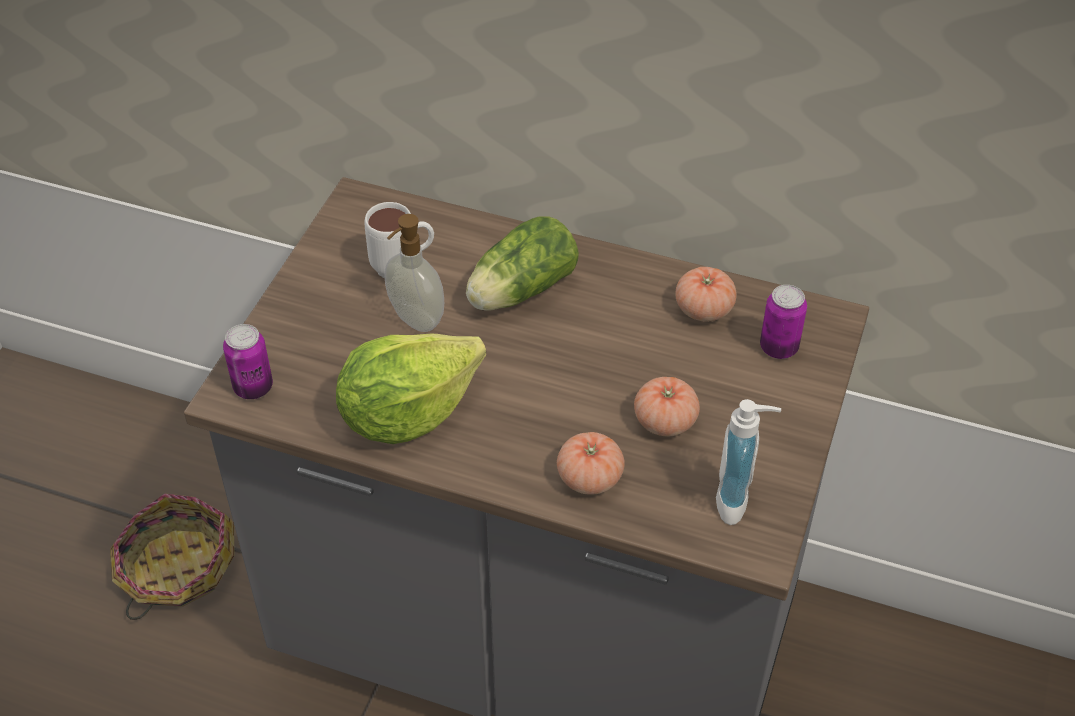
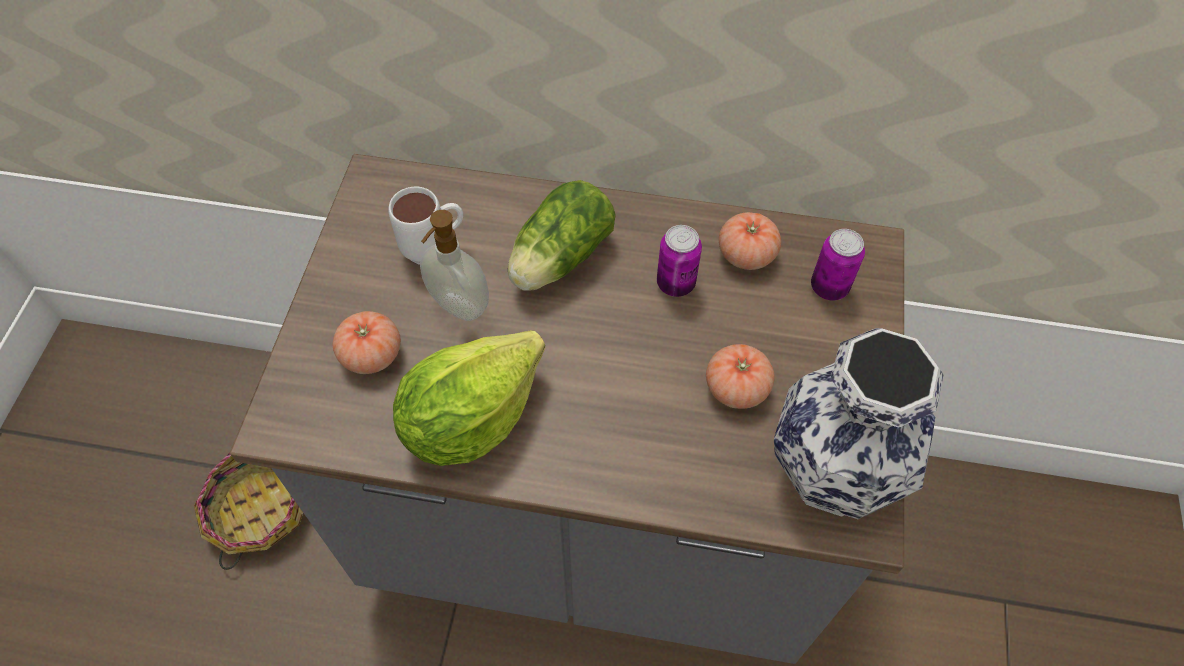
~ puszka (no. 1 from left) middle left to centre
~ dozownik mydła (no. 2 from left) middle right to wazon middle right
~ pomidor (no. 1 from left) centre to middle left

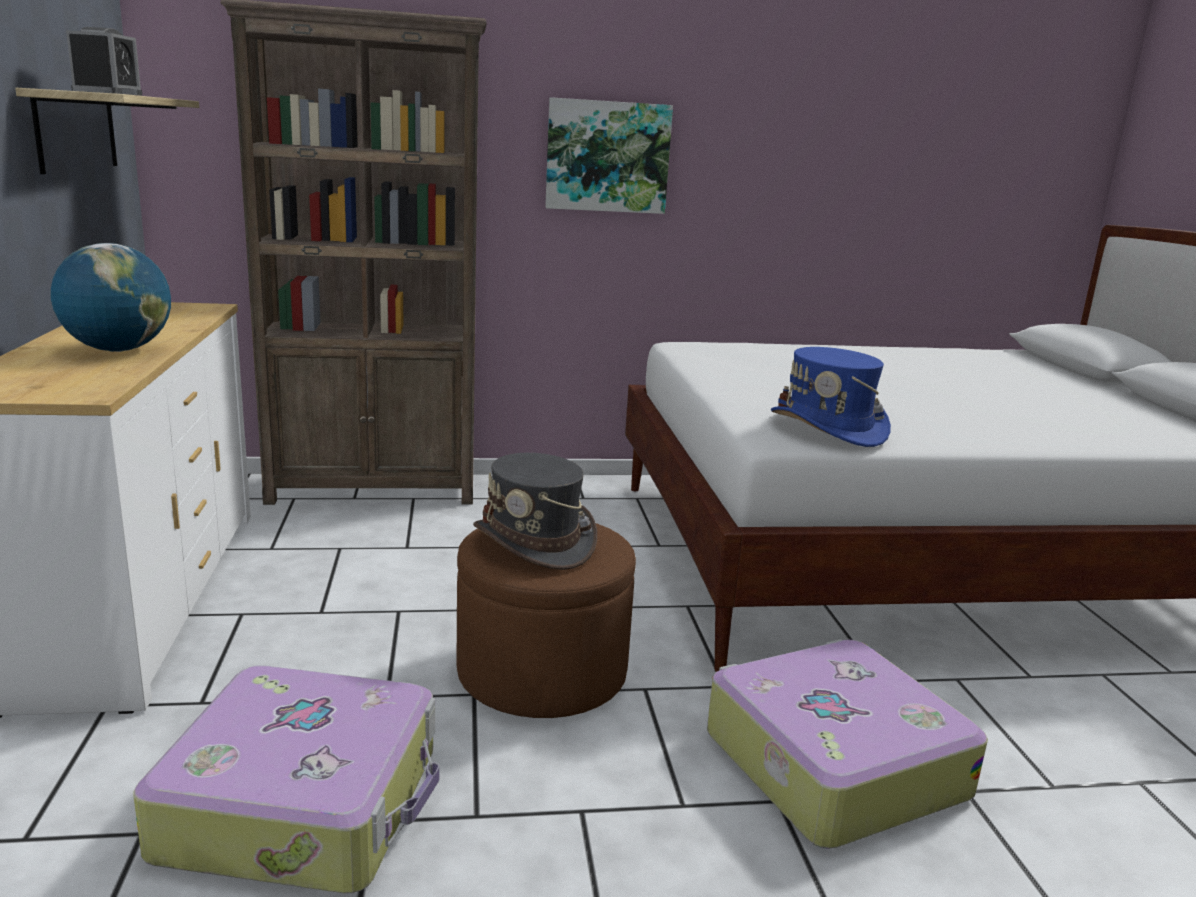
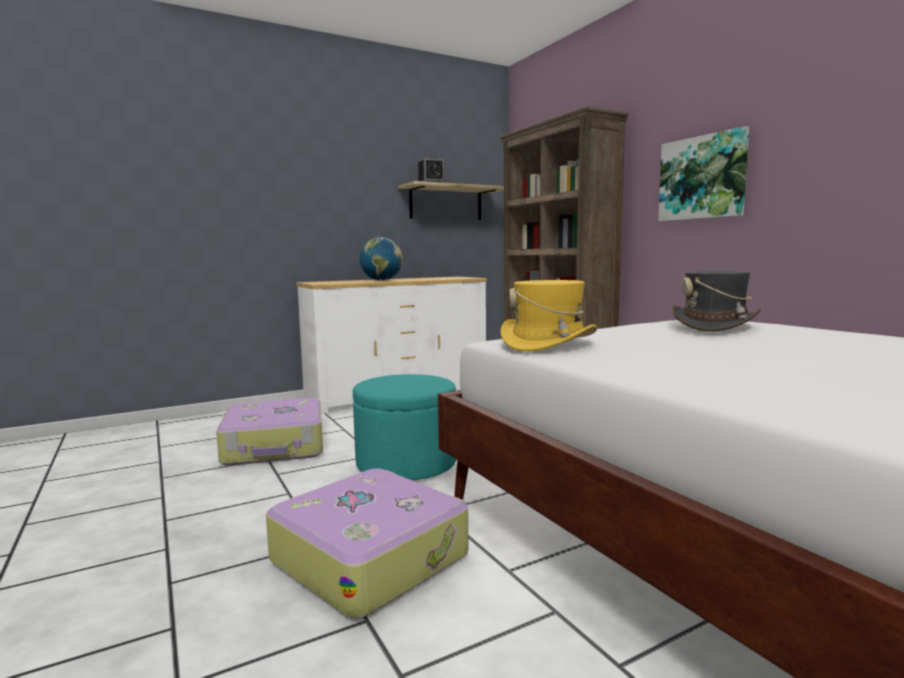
~ kapelusz (niebieski) middle right to kapelusz (żółty) centre
~ kapelusz (szary) centre to middle right
~ pufa (brązowy) bottom centre to pufa (turkusowy) centre

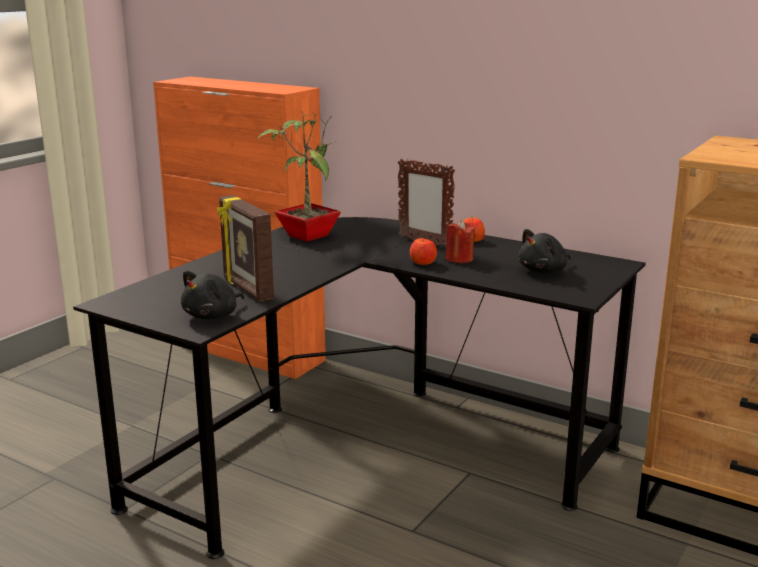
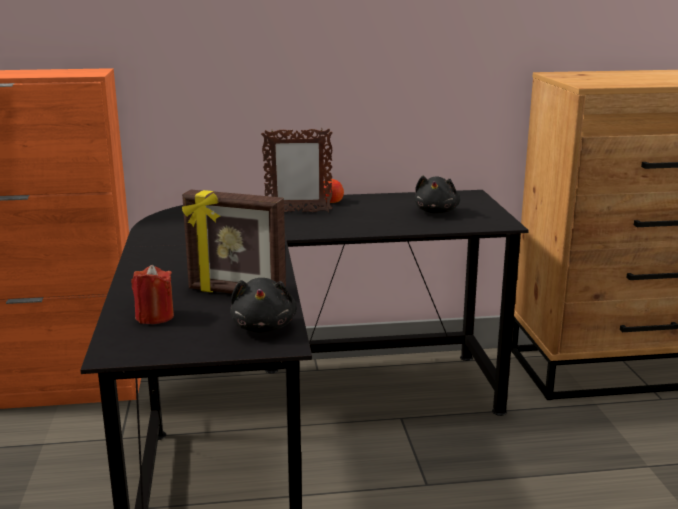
- roślina doniczkowa top centre
~ świeca (czerwony) centre to middle left
- jabłko (no. 1 from left) centre

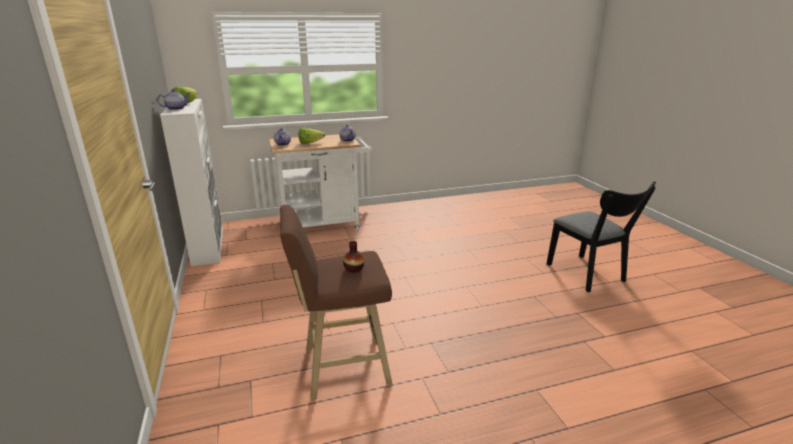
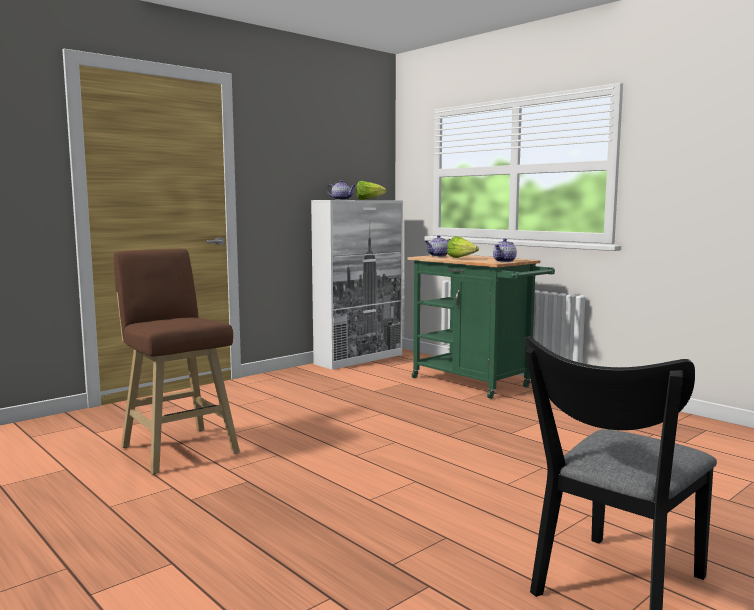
~ wózek (biały) centre to wózek (zielony) centre
- wazon centre

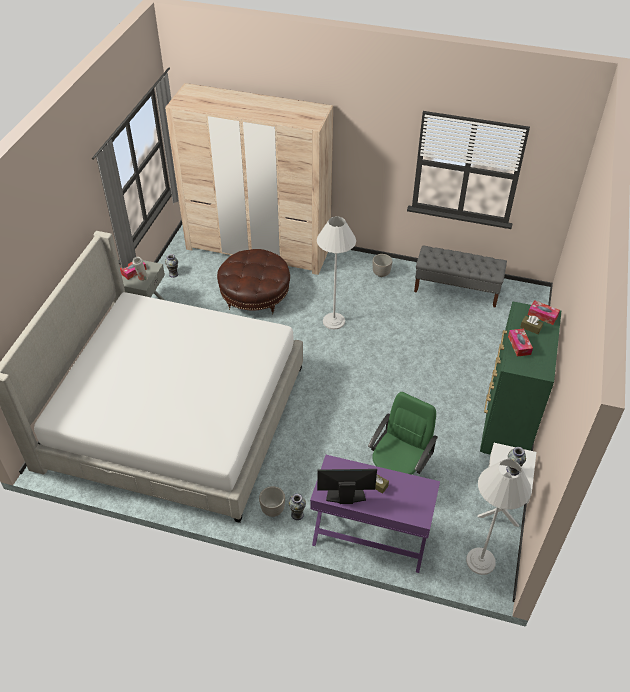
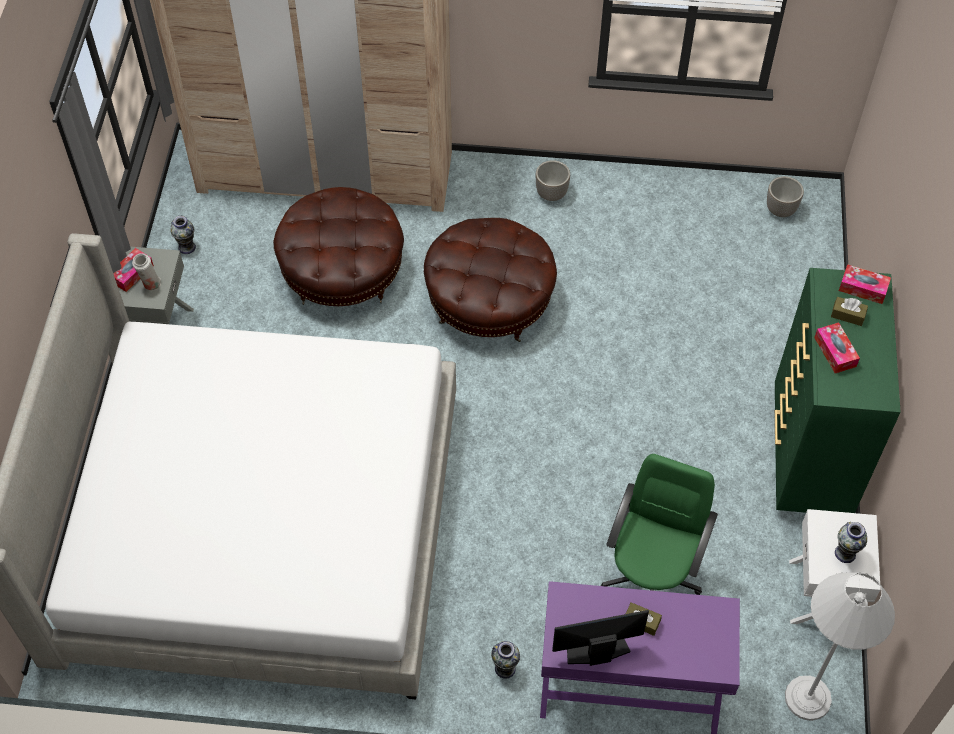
~ lampa stojąca (biały) (no. 1 from left) centre to pufa (brązowy) (no. 2 from left) centre
- ławka (szary) middle right
~ donica (no. 1 from left in the first image) bottom centre to donica (no. 2 from left) top right

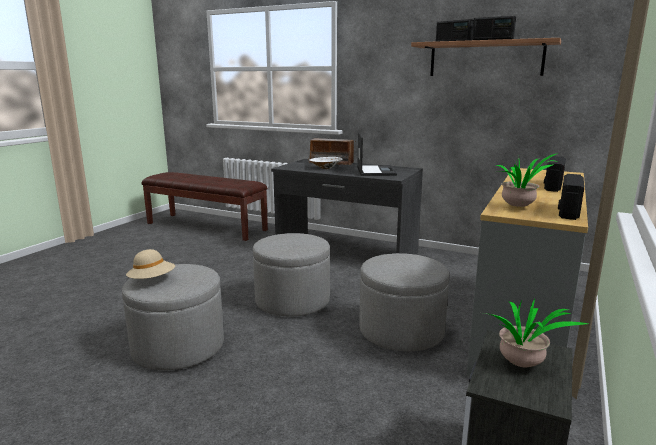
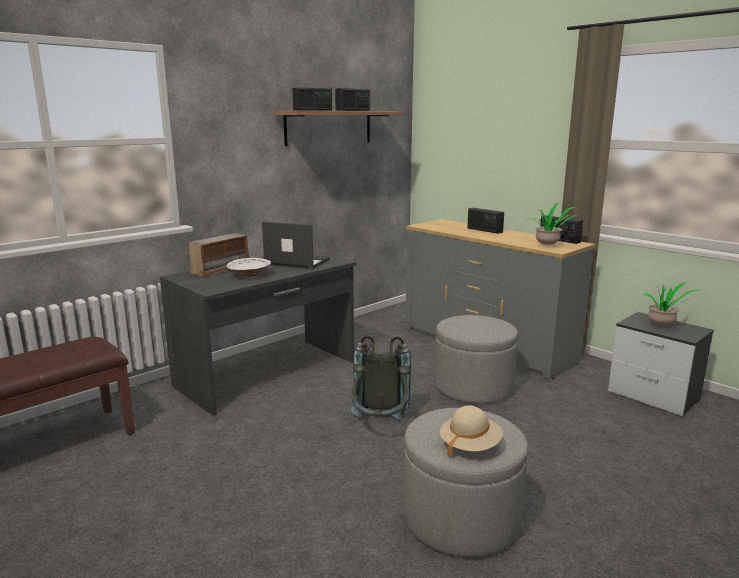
~ pufa (szary) (no. 2 from left) centre to plecak (szary) centre

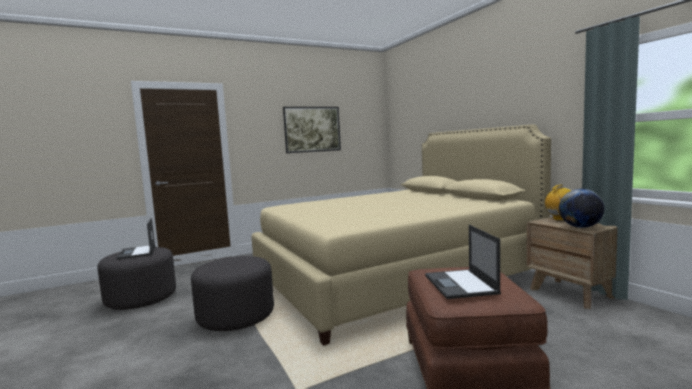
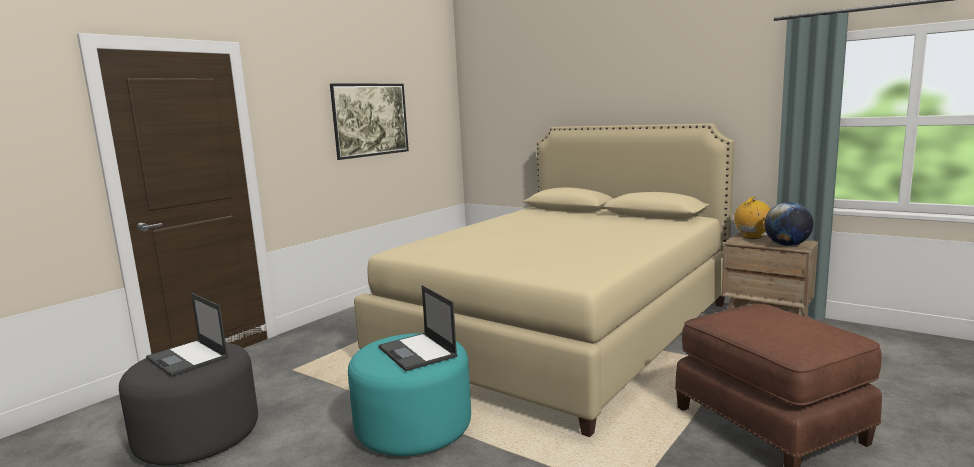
~ laptop (no. 2 from left) bottom right to bottom centre
~ pufa (szary) (no. 2 from left) bottom centre to pufa (turkusowy) bottom centre

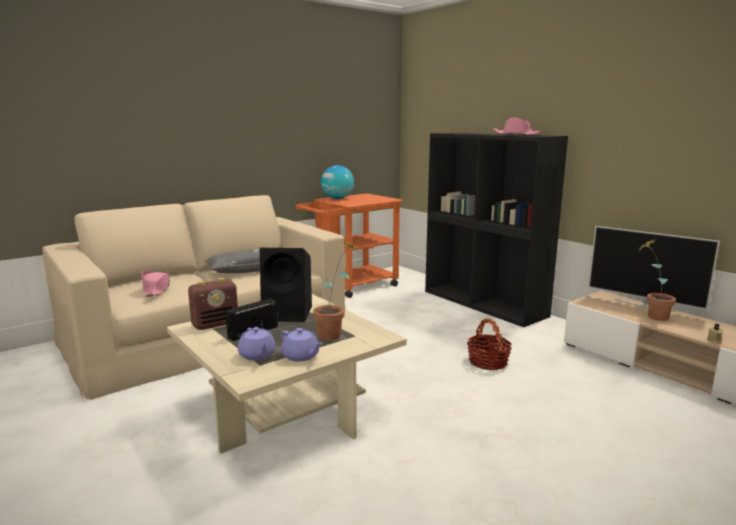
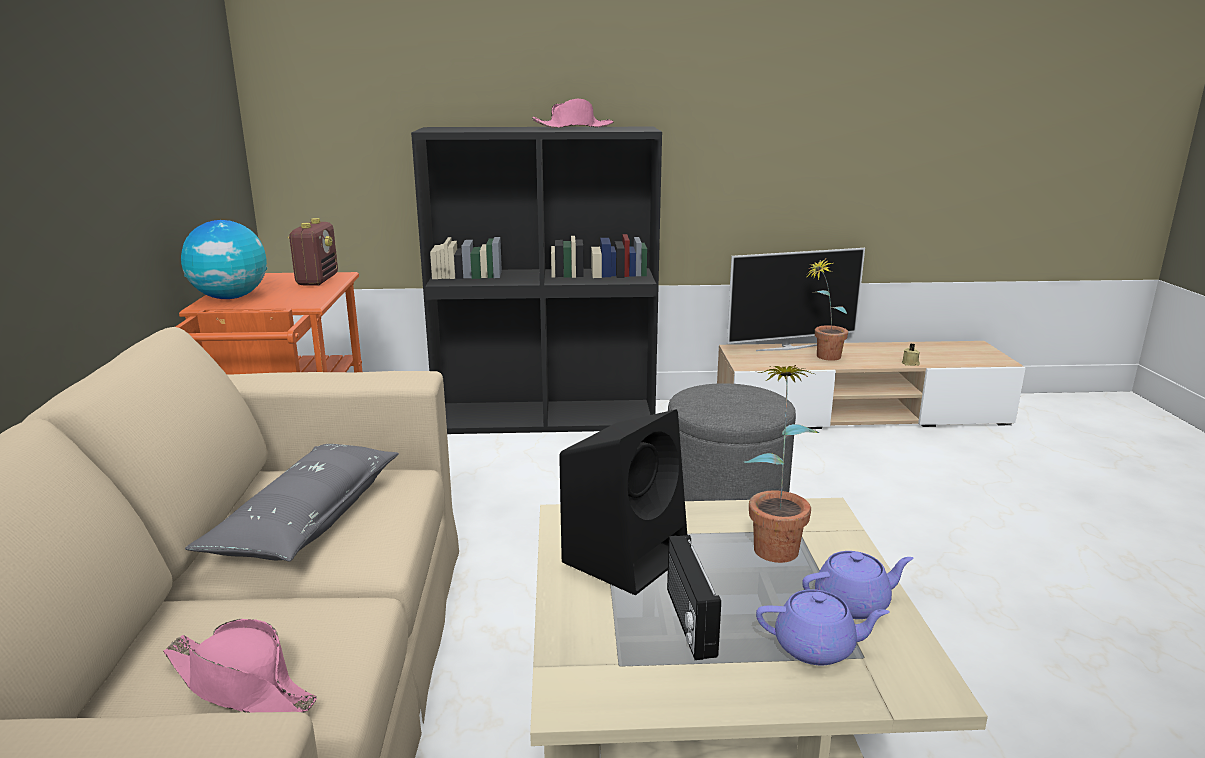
~ radio (no. 1 from left) middle left to top left
~ koszyk centre to pufa (szary) centre

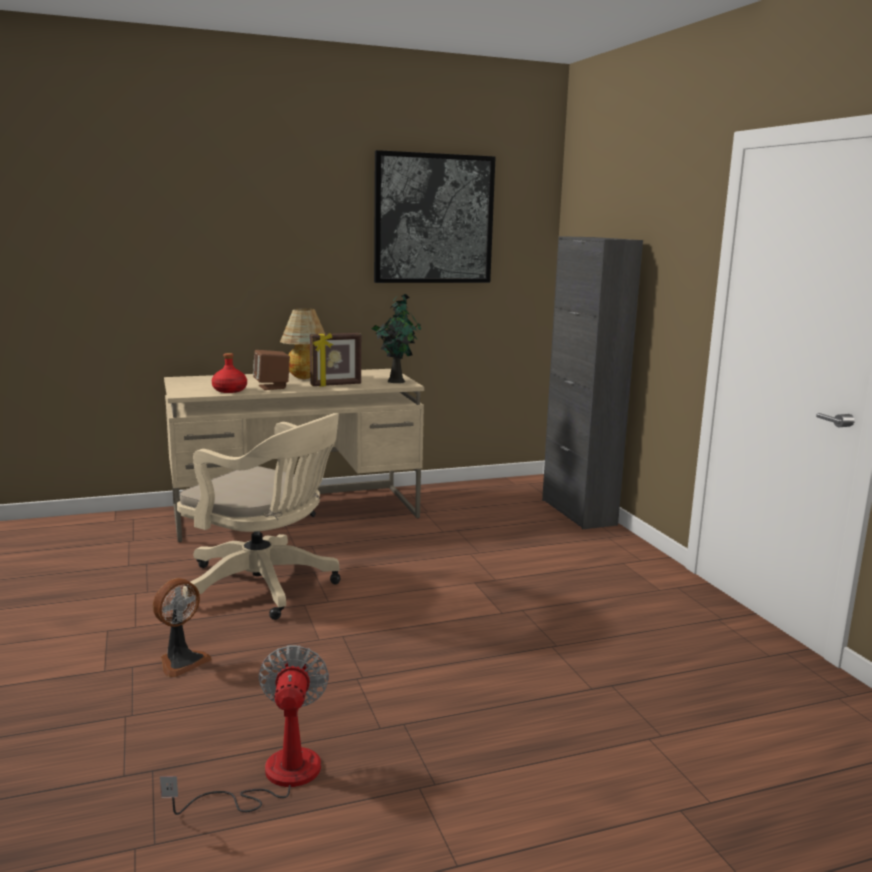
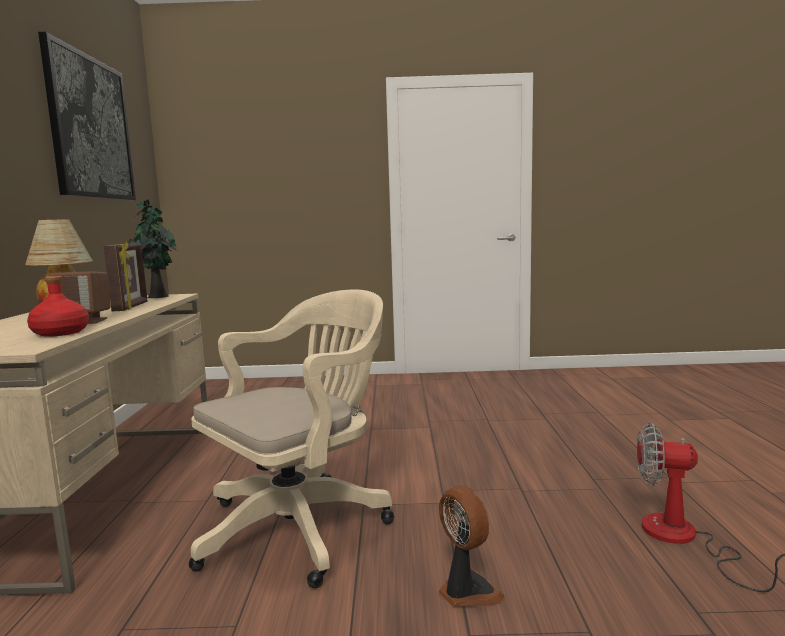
- szafka (czarny) middle right

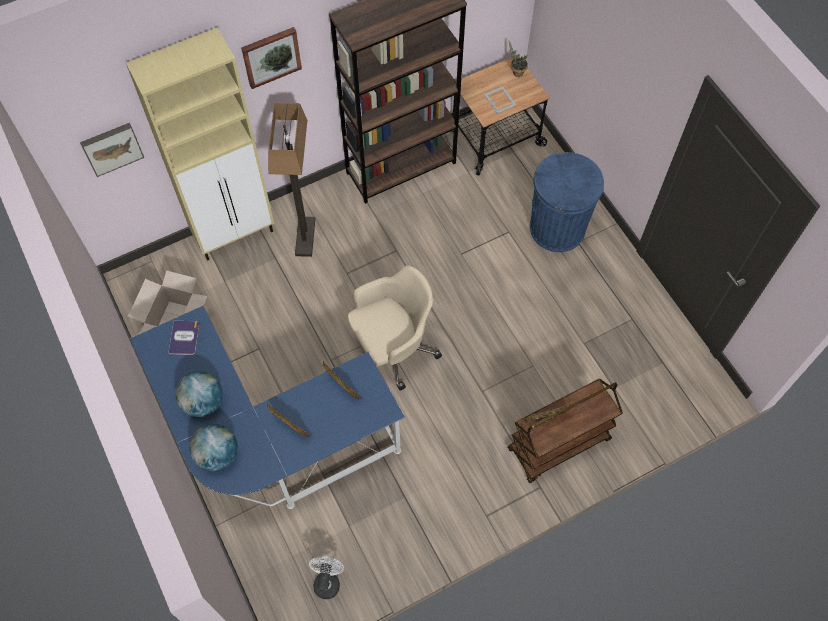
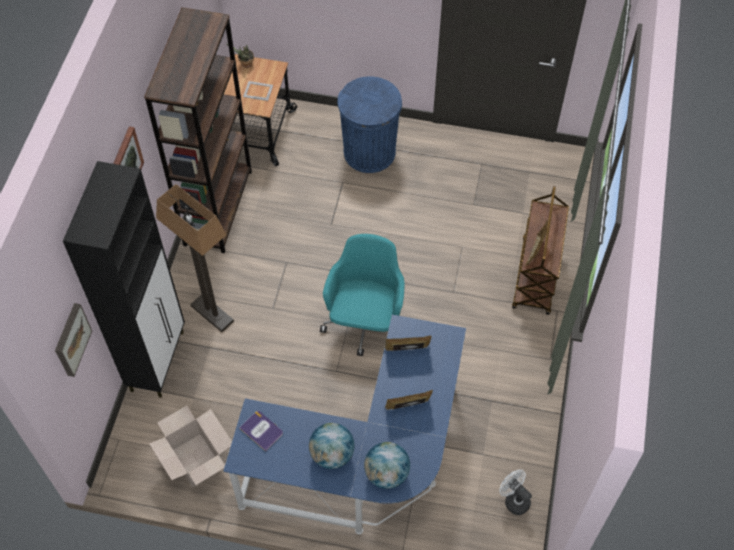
~ szafka (beżowy) top left to szafka (czarny) middle left
~ krzesło biurowe (beżowy) centre to krzesło biurowe (turkusowy) centre

